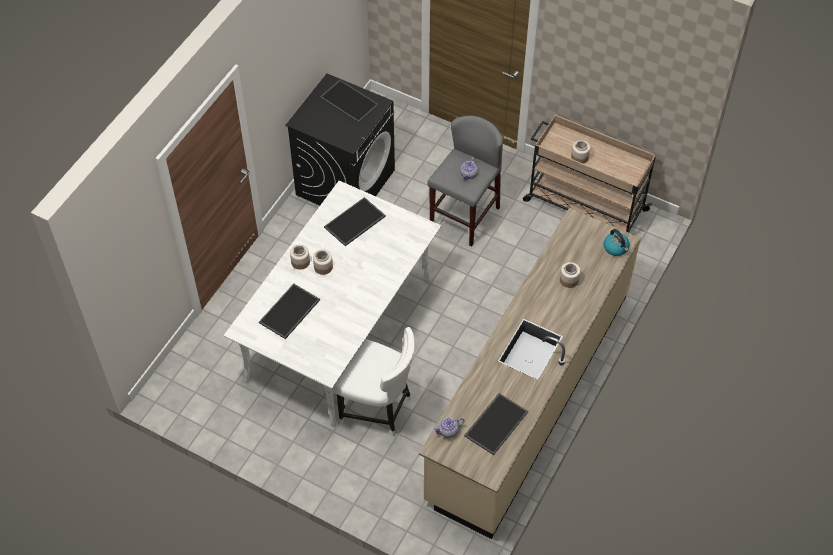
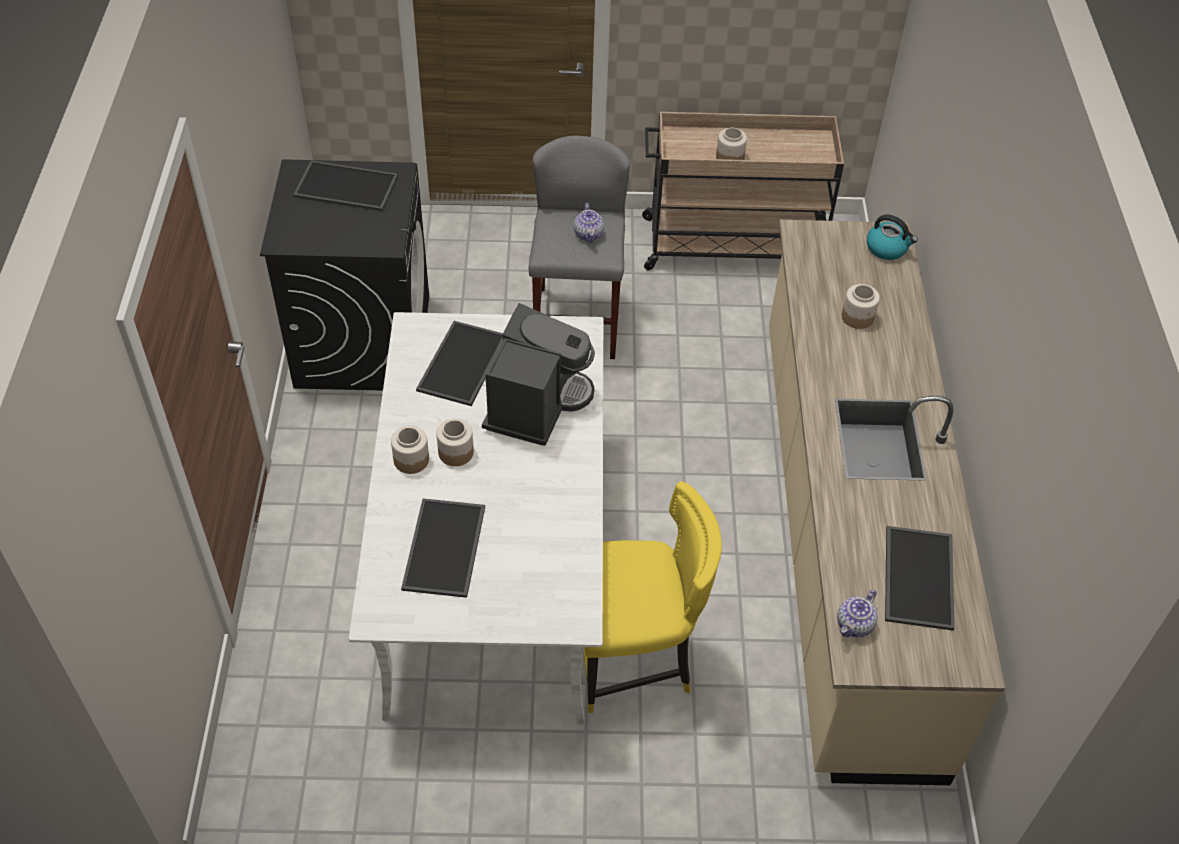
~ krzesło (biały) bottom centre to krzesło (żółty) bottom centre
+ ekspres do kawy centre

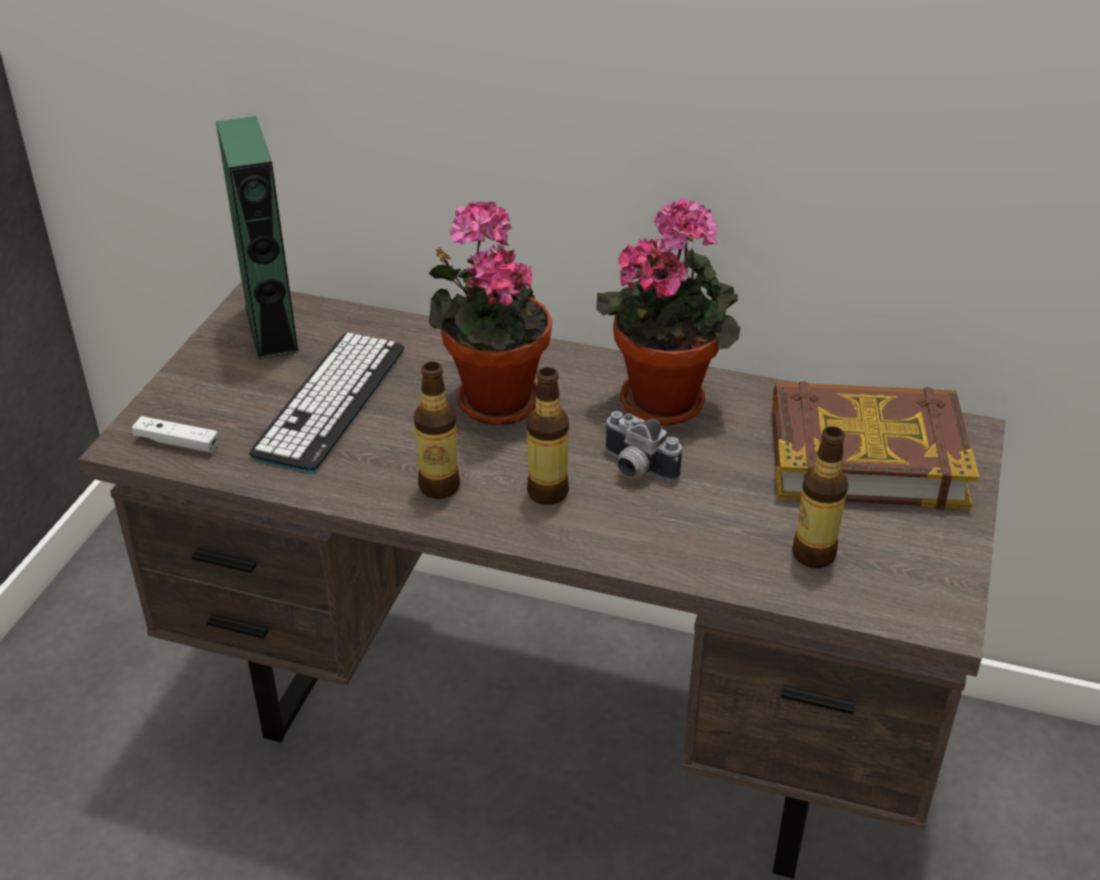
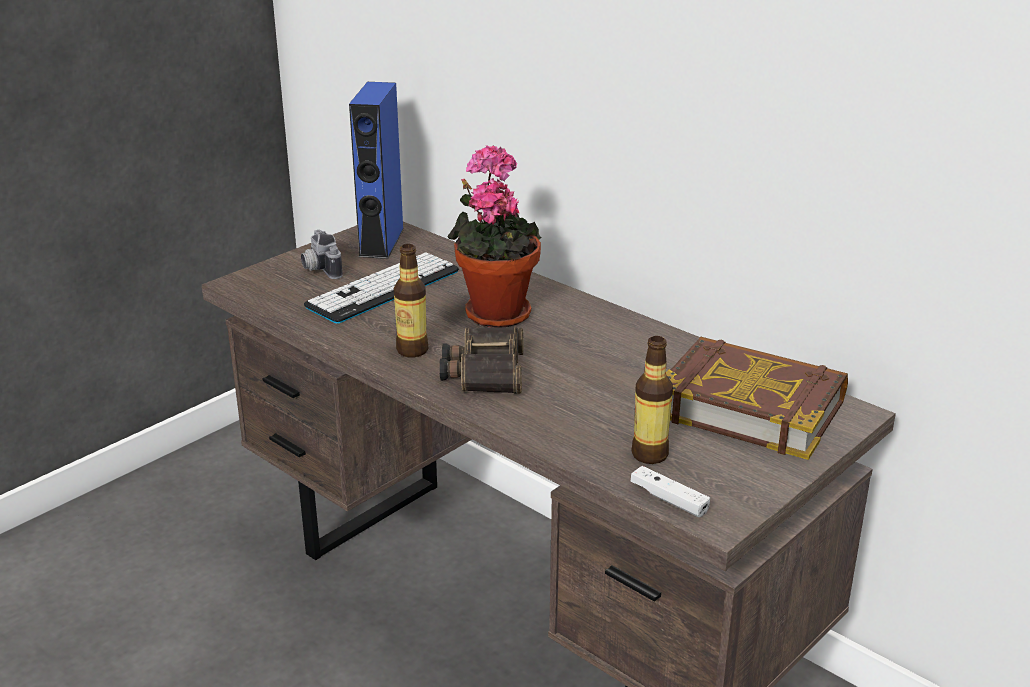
~ głośnik (zielony) top left to głośnik (niebieski) top centre
- roślina doniczkowa (no. 2 from left) centre
~ butelka (no. 2 from left) centre to lornetka centre
~ aparat fotograficzny centre to middle left
~ pad do gier (biały) middle left to bottom centre

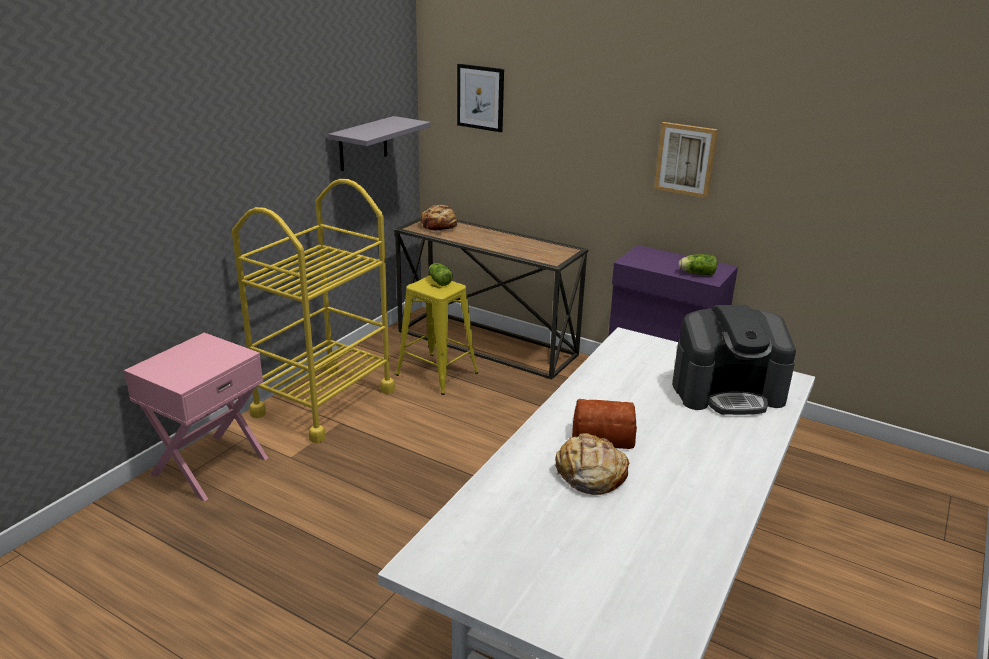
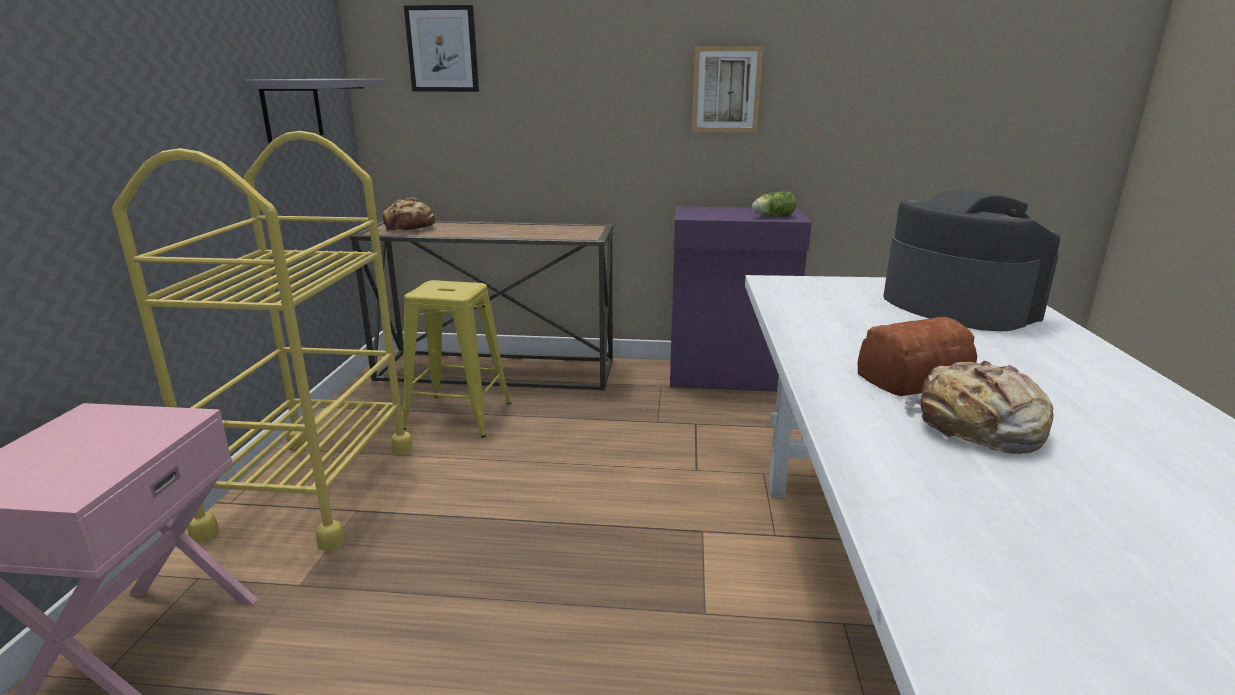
- sałata (no. 1 from left) centre
~ ekspres do kawy middle right = middle right 90 degrees counterclockwise

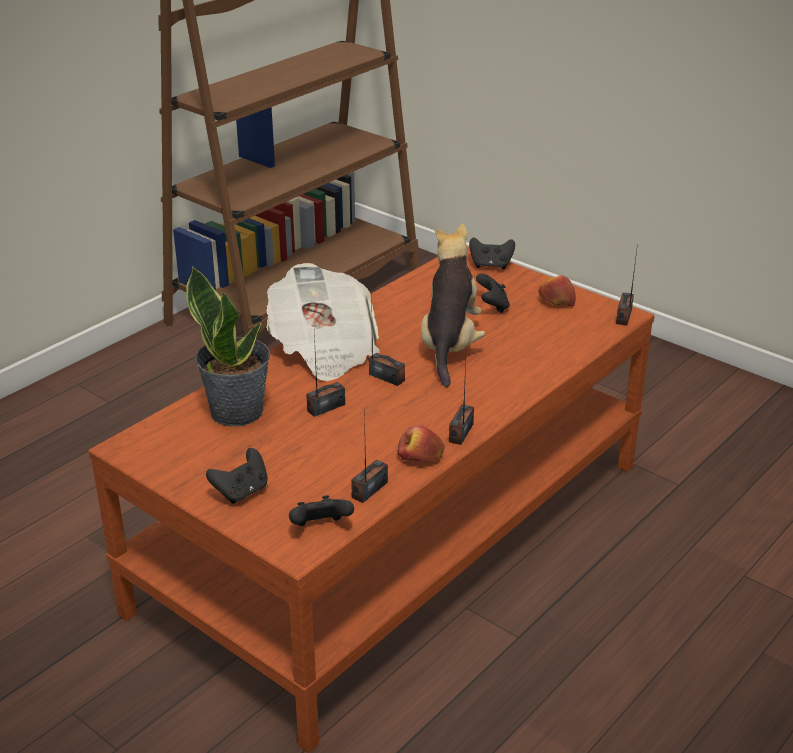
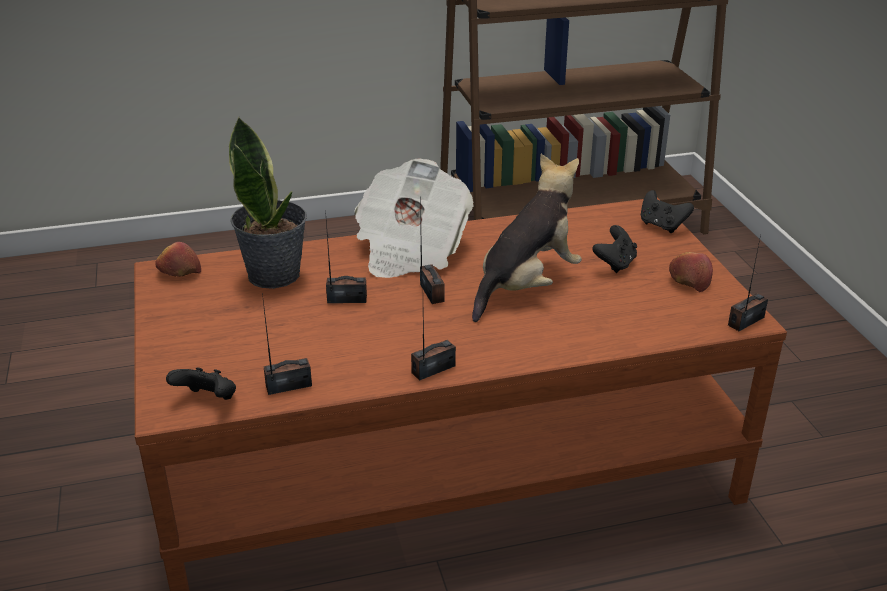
~ jabłko (no. 1 from left) centre to middle left
- pad do gier (czarny) (no. 1 from left) middle left

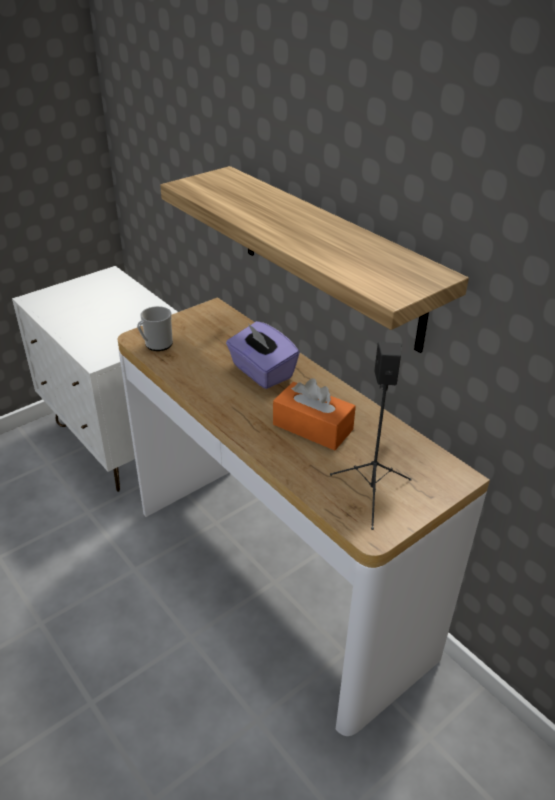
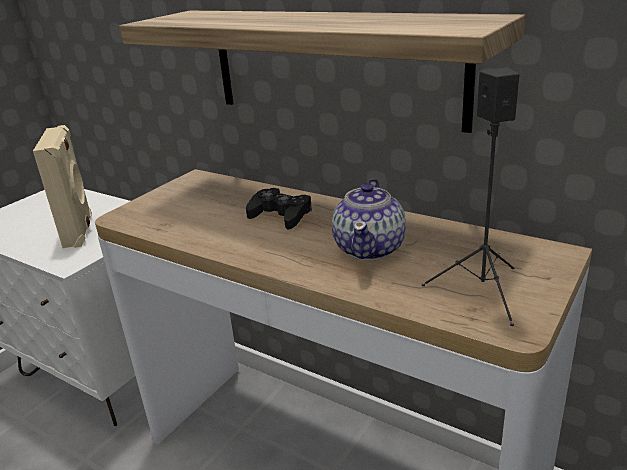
- kubek middle left
~ pudełko chusteczek (fioletowy) centre to pad do gier (czarny) centre
~ pudełko chusteczek (pomarańczowy) centre to imbryk centre
+ głośnik (beżowy) middle left

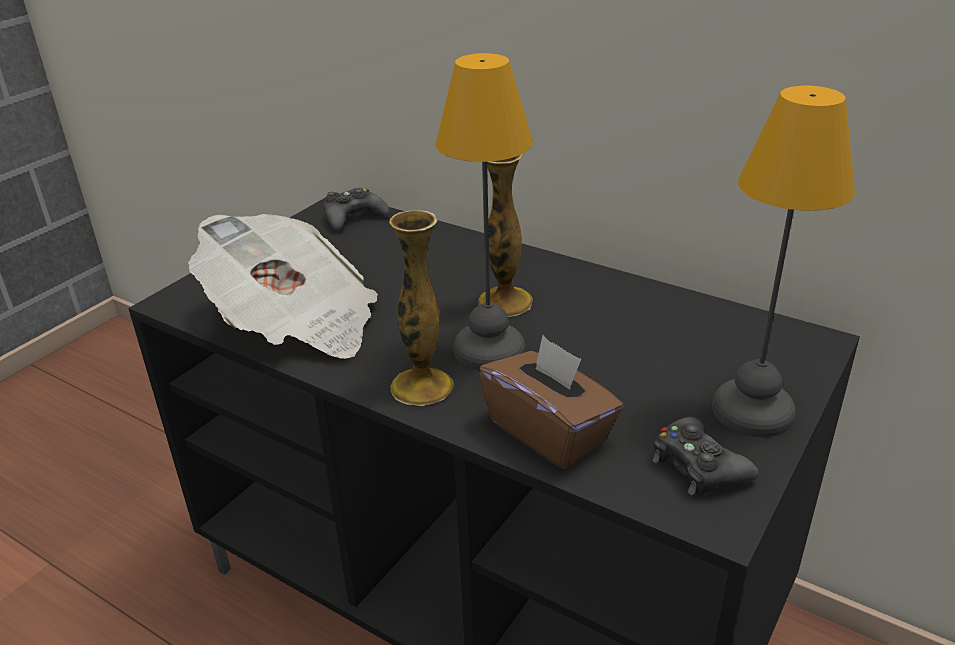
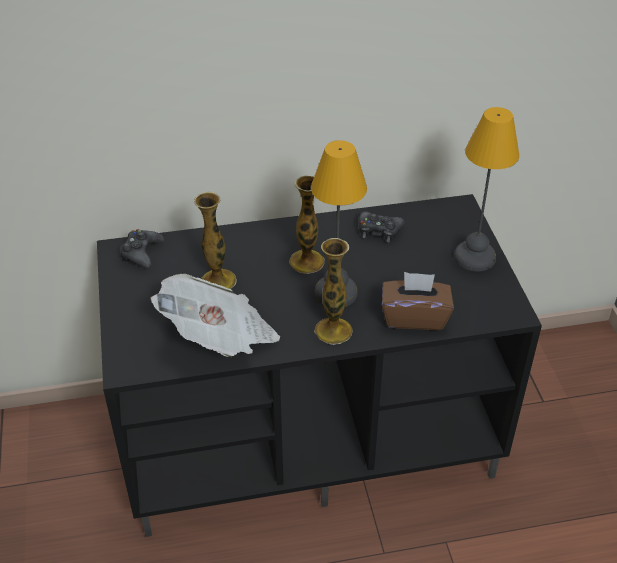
~ pad do gier (czarny) (no. 2 from left) bottom right to centre
+ wazon (no. 1 from left) centre

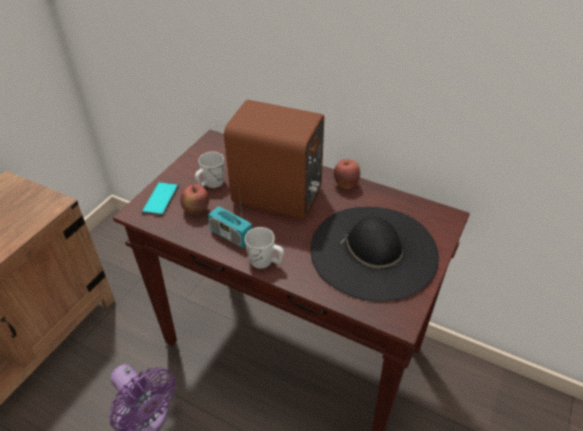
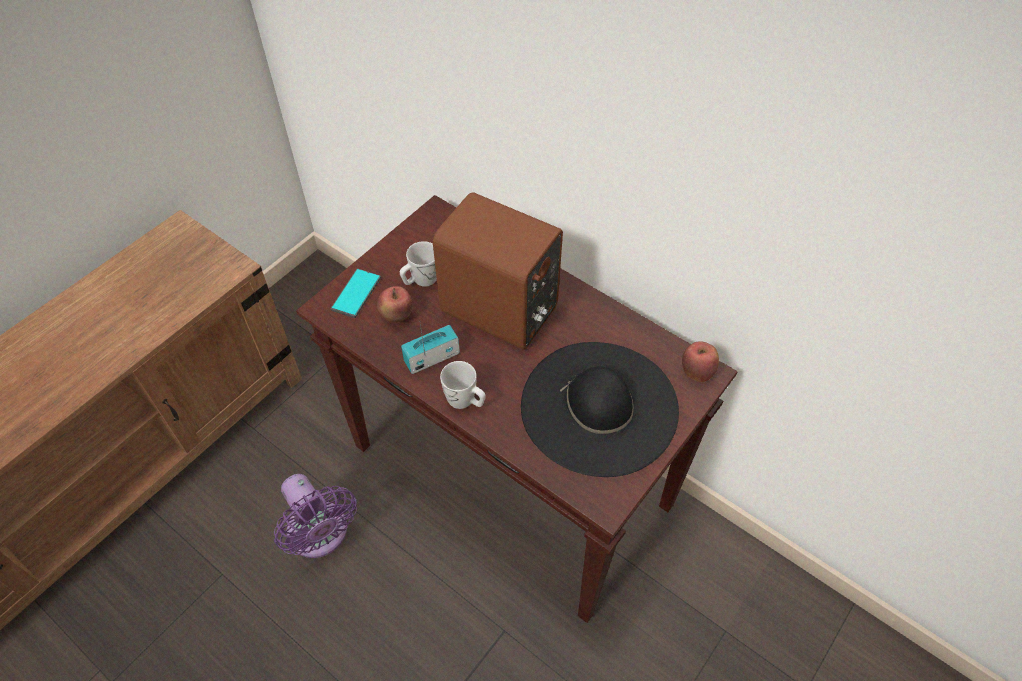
~ jabłko (no. 2 from left) centre to middle right
~ radio centre = centre 105 degrees clockwise

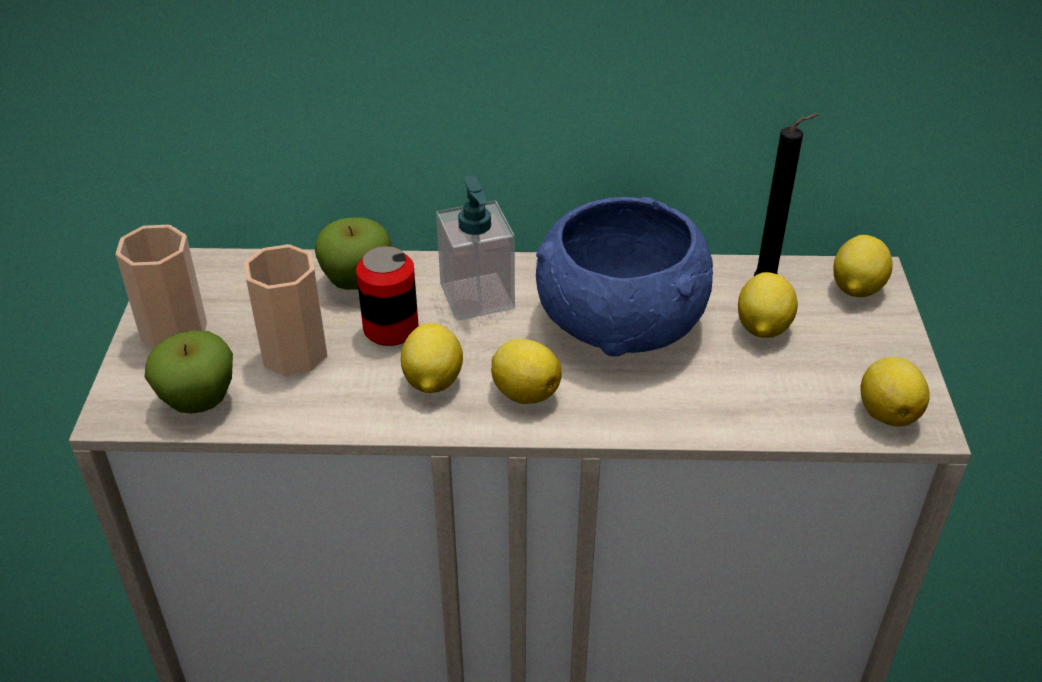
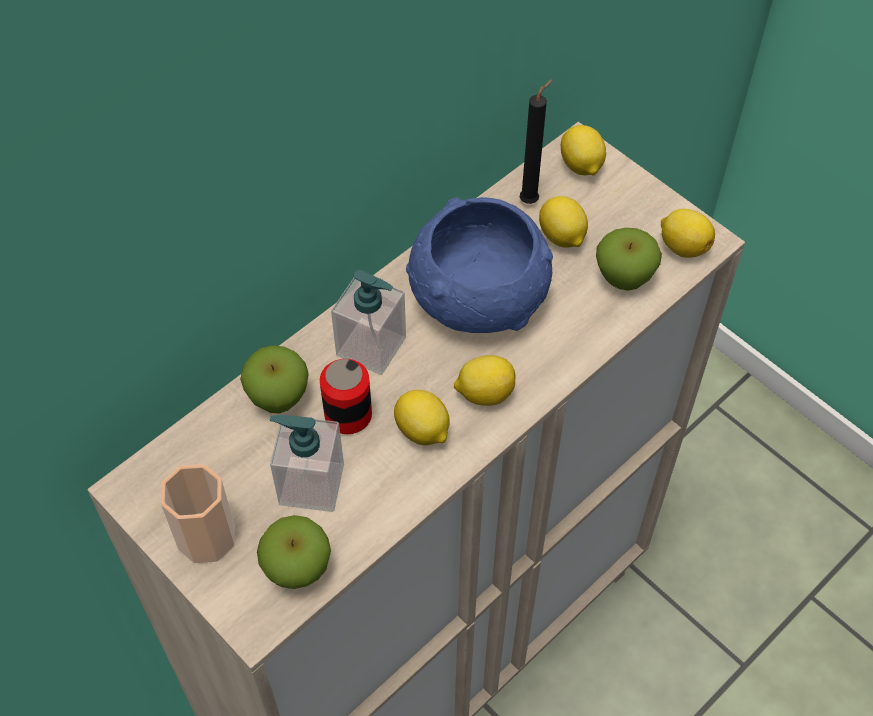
~ filiżanka (no. 2 from left) middle left to dozownik mydła (no. 1 from left) centre
+ jabłko (no. 3 from left) middle right

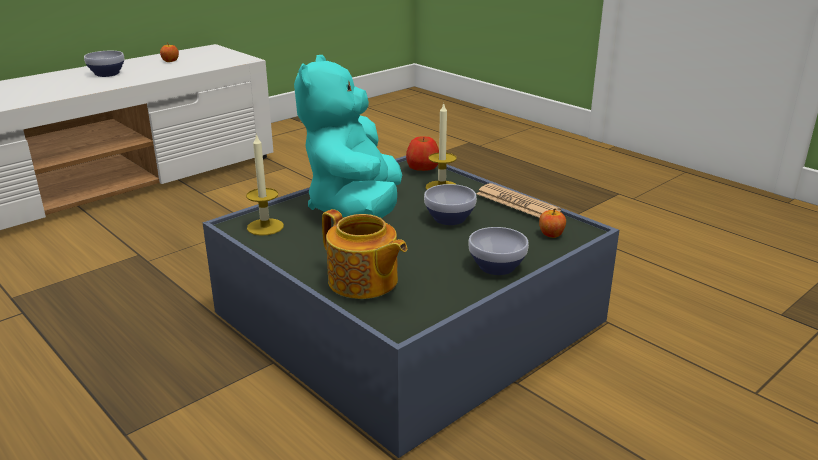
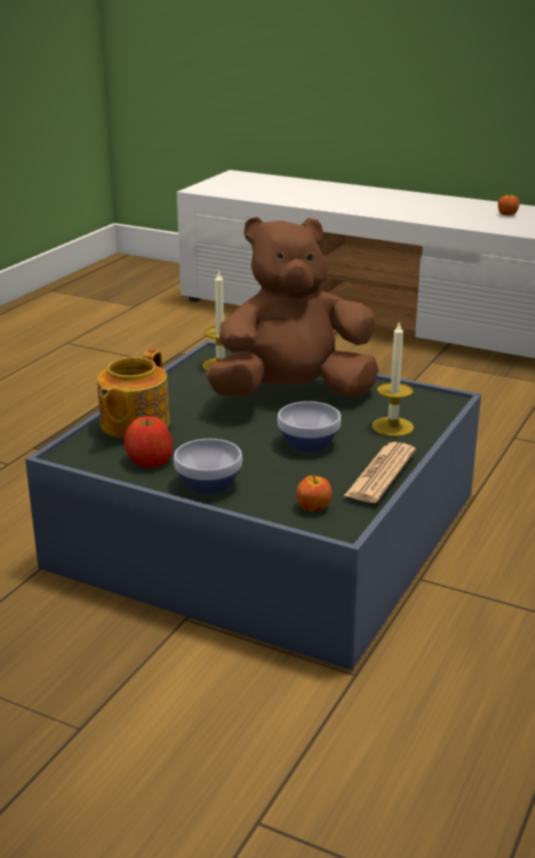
- miska (no. 1 from left) top left
~ pluszak (turkusowy) top centre to pluszak (brązowy) centre
~ jabłko (no. 2 from left in the first image) top centre to jabłko (no. 1 from left) middle left

